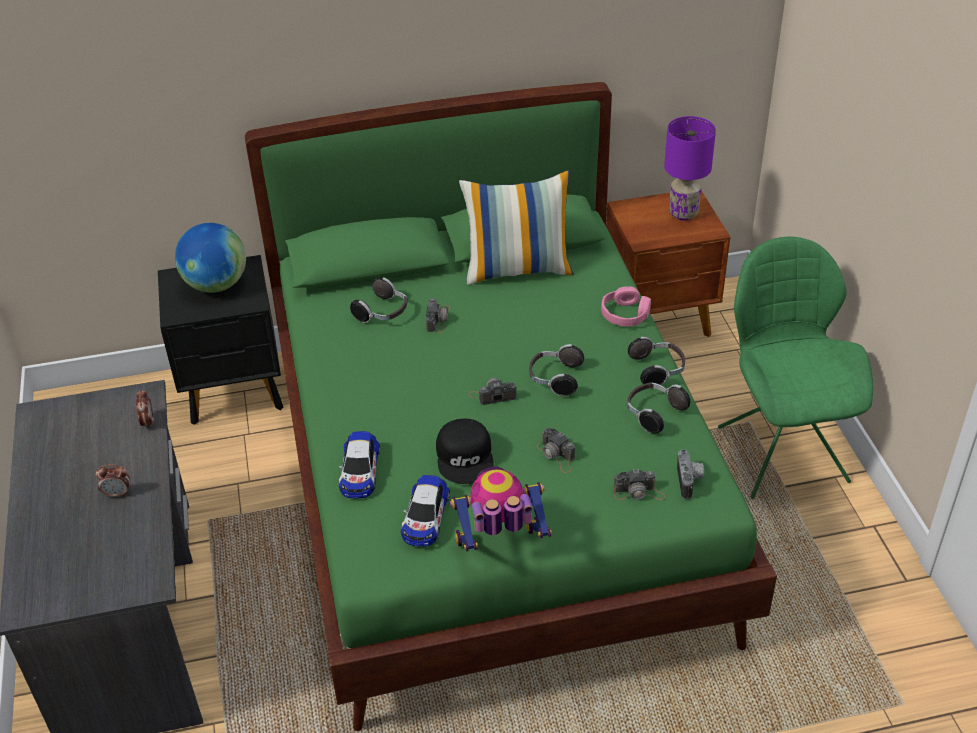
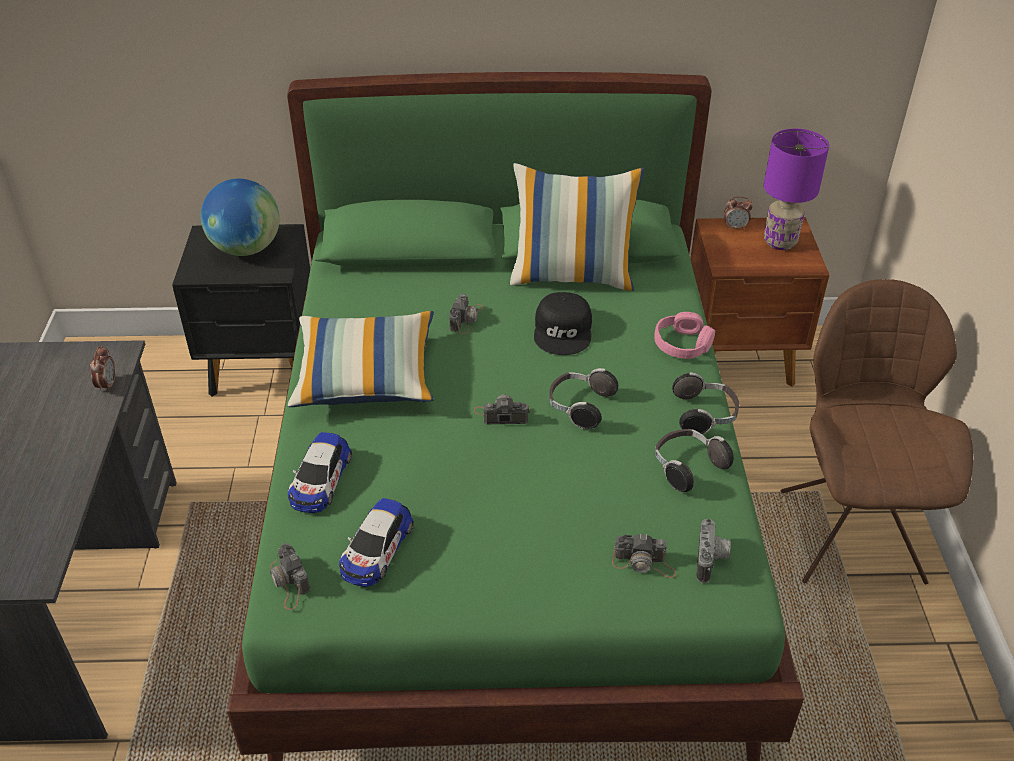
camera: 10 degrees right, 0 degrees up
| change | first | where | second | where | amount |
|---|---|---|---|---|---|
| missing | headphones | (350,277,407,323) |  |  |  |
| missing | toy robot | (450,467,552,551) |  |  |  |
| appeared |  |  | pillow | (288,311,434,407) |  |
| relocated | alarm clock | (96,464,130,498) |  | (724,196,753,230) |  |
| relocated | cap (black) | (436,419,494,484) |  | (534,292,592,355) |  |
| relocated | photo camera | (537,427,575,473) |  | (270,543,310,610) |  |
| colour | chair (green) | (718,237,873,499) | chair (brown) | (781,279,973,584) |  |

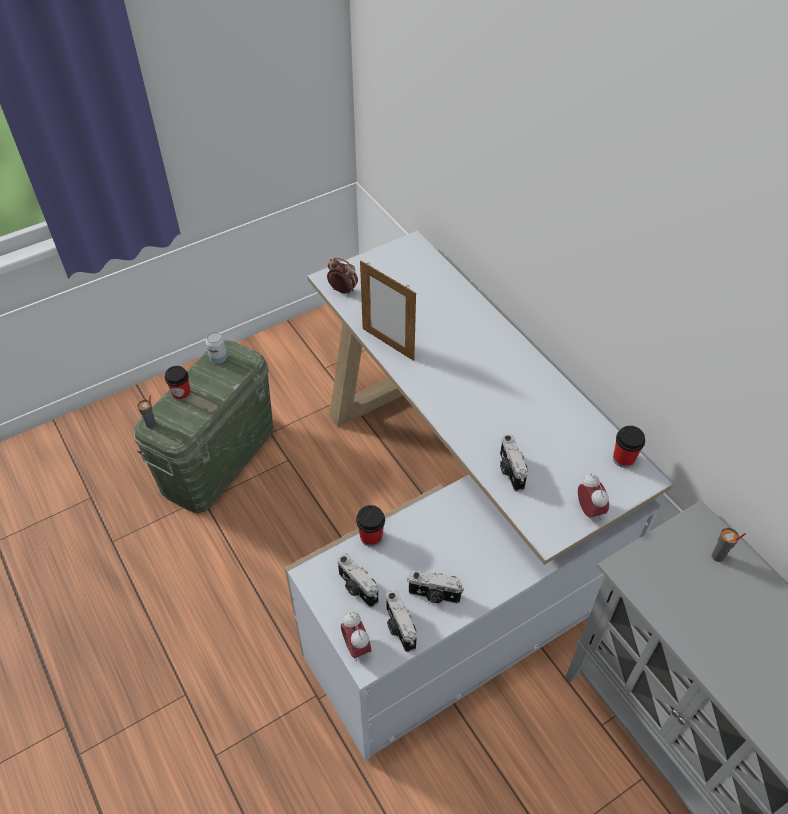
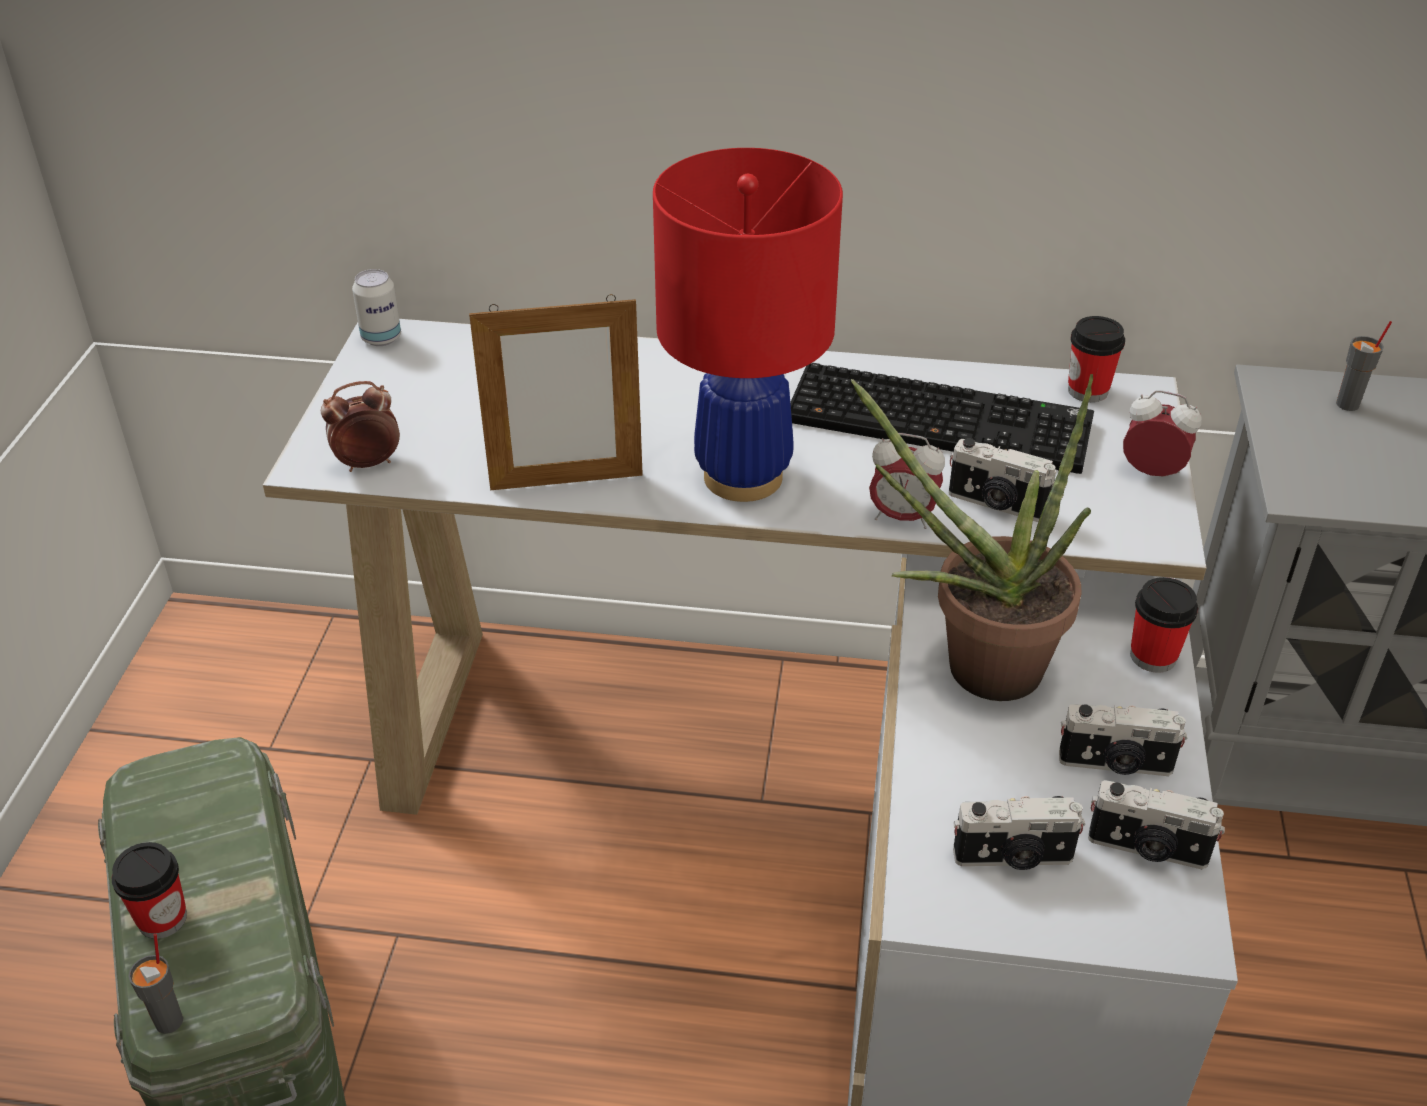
camera: 50 degrees left, 10 degrees down
| change | first | where | second | where | amount |
|---|---|---|---|---|---|
| appeared |  |  | table lamp (red) | (653,148,843,502) |  |
| appeared |  |  | keyboard | (790,363,1094,474) |  |
| appeared |  |  | potted plant | (851,374,1093,701) |  |
| relocated | can | (205,332,227,363) |  | (352,269,401,346) |  |
| relocated | alarm clock | (341,612,371,662) |  | (869,433,945,529) |  |
| relocated | cup | (356,505,385,547) |  | (1130,577,1198,673) |  |
| spun | photo camera | (407,570,464,604) |  | (1059,704,1187,776) | 45 degrees clockwise |

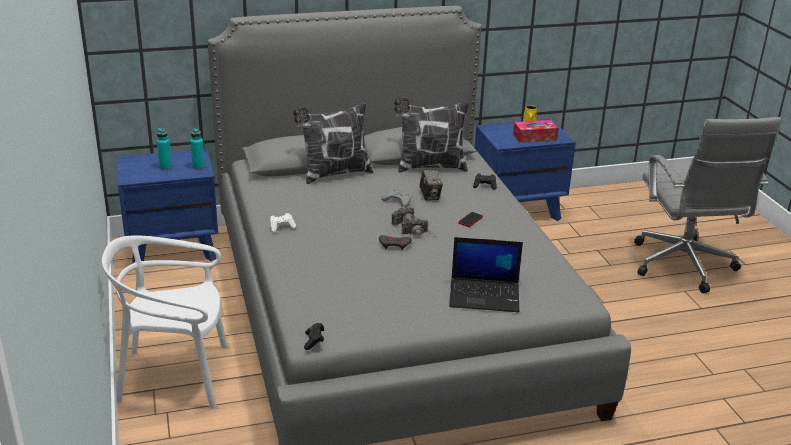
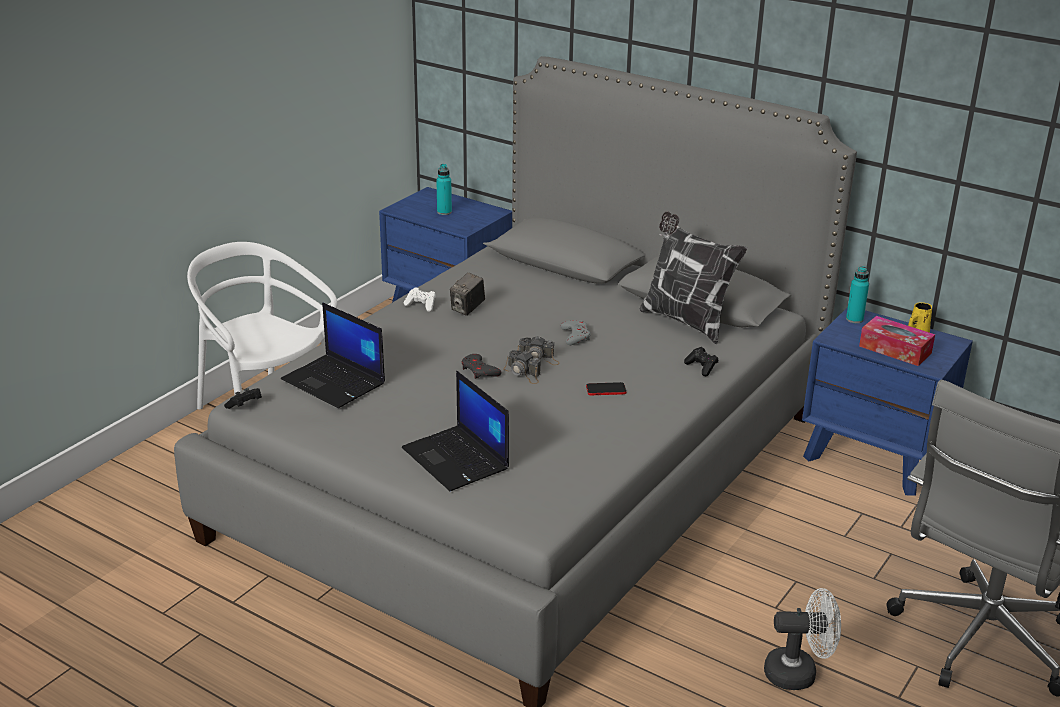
camera: 50 degrees right, 0 degrees up
| change | first | where | second | where | amount |
|---|---|---|---|---|---|
| missing | pillow | (293,103,373,184) |  |  |  |
| appeared |  |  | laptop | (281,303,385,408) |  |
| appeared |  |  | fan (white) | (764,588,841,690) |  |
| relocated | bottle (turquoise) | (190,128,205,170) |  | (846,266,869,323) |  |
| relocated | photo camera | (419,170,443,200) |  | (450,272,485,316) |  |

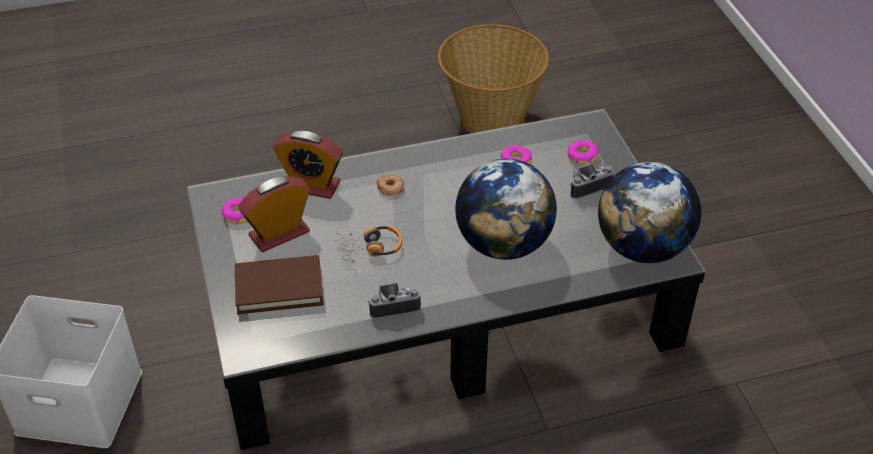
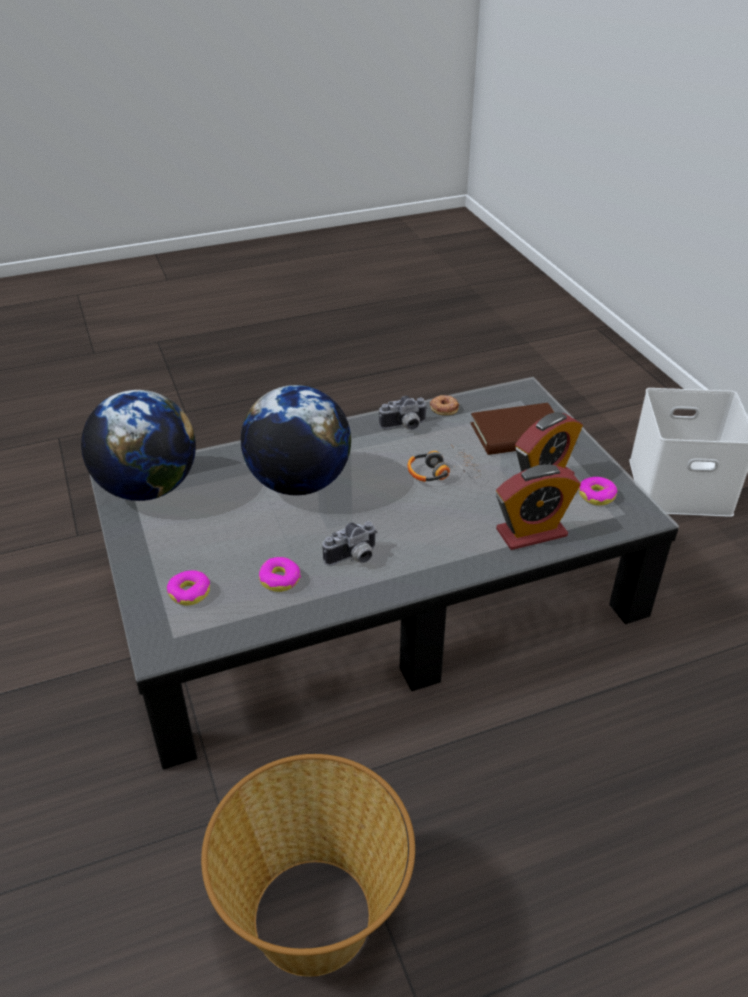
camera: 175 degrees right, 5 degrees down
| change | first | where | second | where | amount |
|---|---|---|---|---|---|
| relocated | donut | (377,174,405,196) |  | (430,395,459,415) |  |
| relocated | photo camera | (570,164,614,199) |  | (322,521,377,566) |  |
| spun | alarm clock | (273,131,343,199) |  | (496,464,581,550) | 150 degrees clockwise |

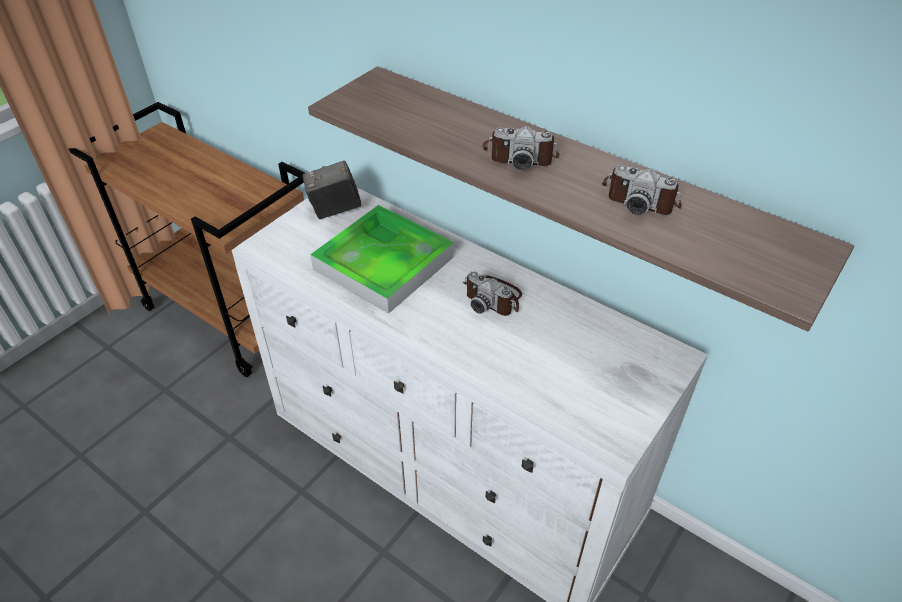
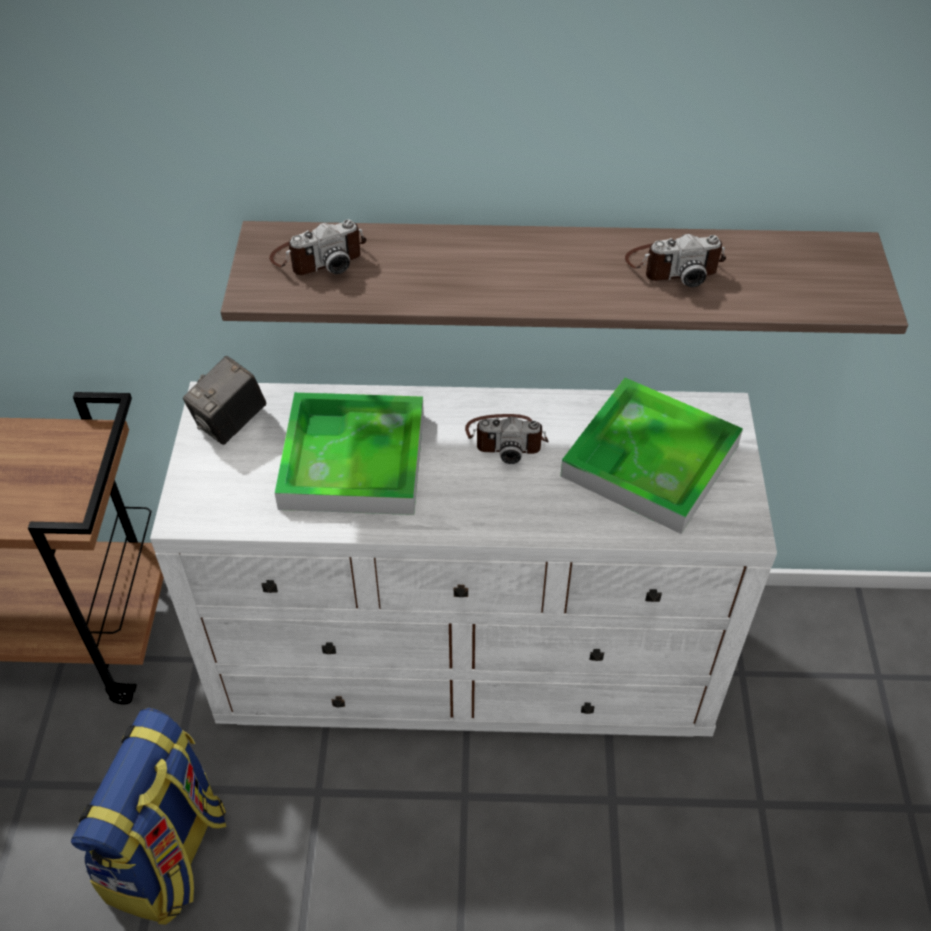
camera: 35 degrees left, 5 degrees up
| change | first | where | second | where | amount |
|---|---|---|---|---|---|
| appeared |  |  | backpack | (71,708,227,925) |  |
| appeared |  |  | tray | (560,378,743,534) |  |
| relocated | photo camera | (482,126,560,170) |  | (269,219,366,275) |  |

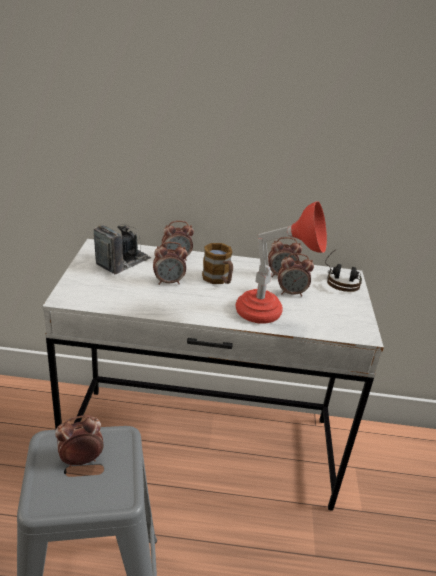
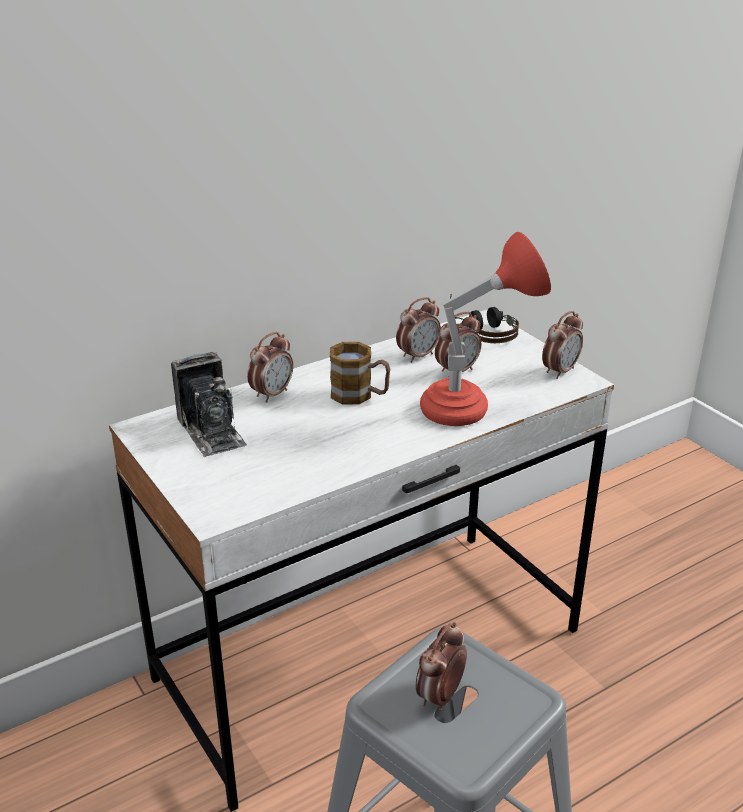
camera: 35 degrees left, 0 degrees up
| change | first | where | second | where | amount |
|---|---|---|---|---|---|
| relocated | alarm clock | (153,242,187,285) |  | (542,311,583,379) |  |
| spun | photo camera | (94,224,151,275) |  | (171,352,247,458) | 150 degrees clockwise |

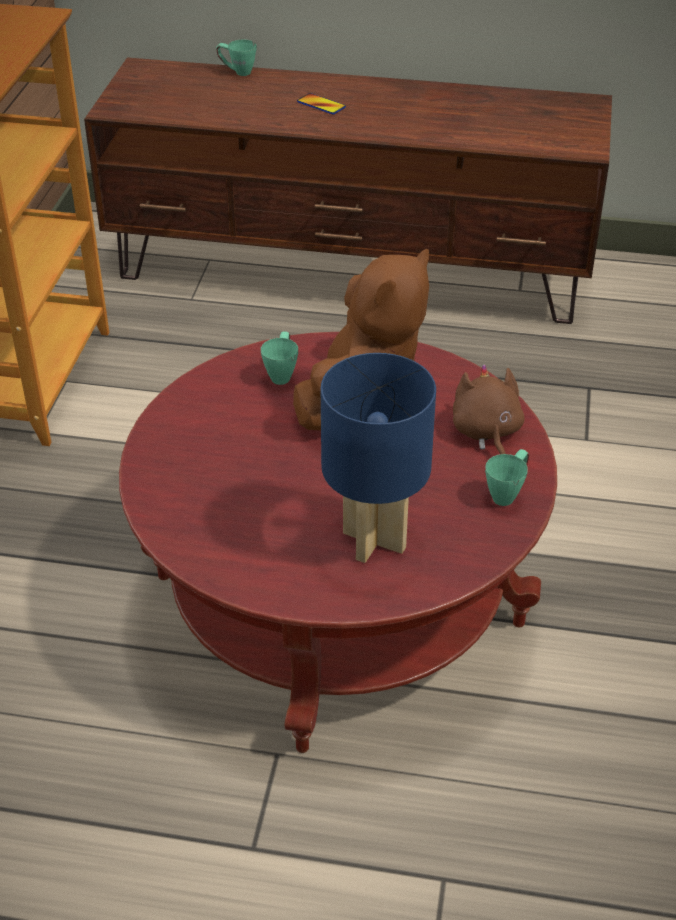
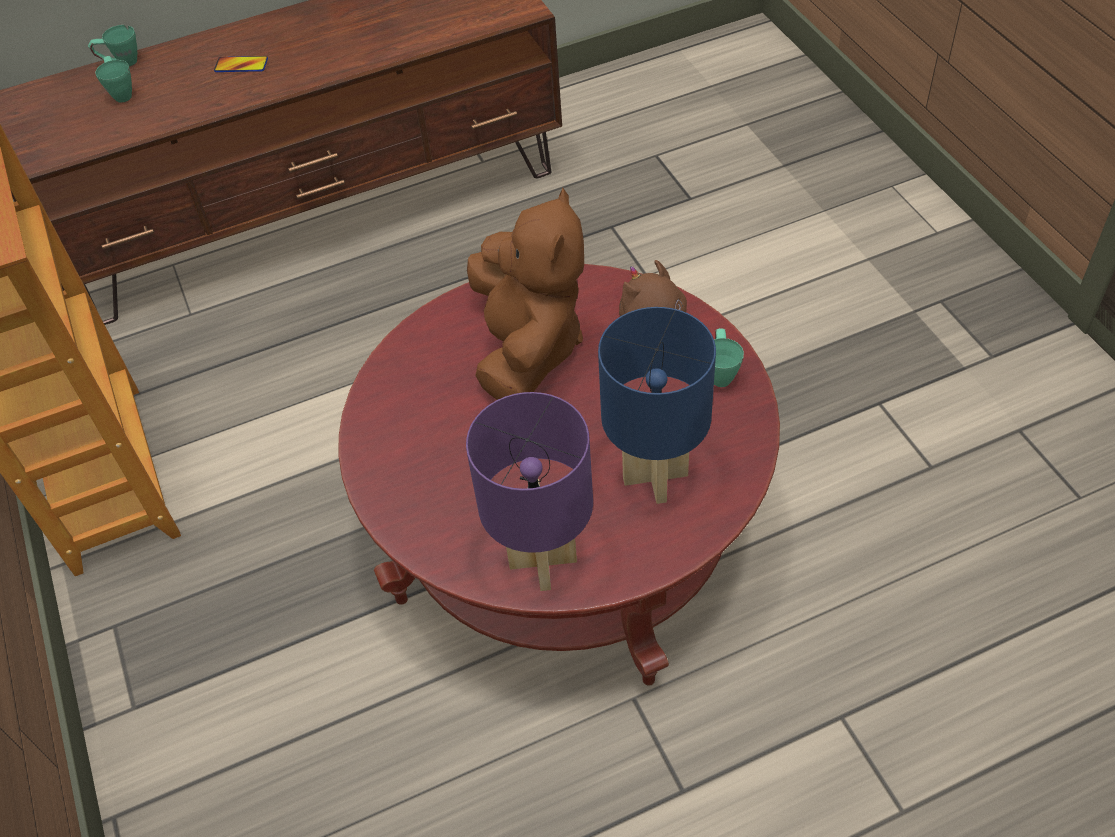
camera: 30 degrees left, 10 degrees up
| change | first | where | second | where | amount |
|---|---|---|---|---|---|
| appeared |  |  | table lamp (purple) | (466,392,593,591) |  |
| relocated | mug (green) | (261,331,298,385) |  | (95,56,132,103) |  |

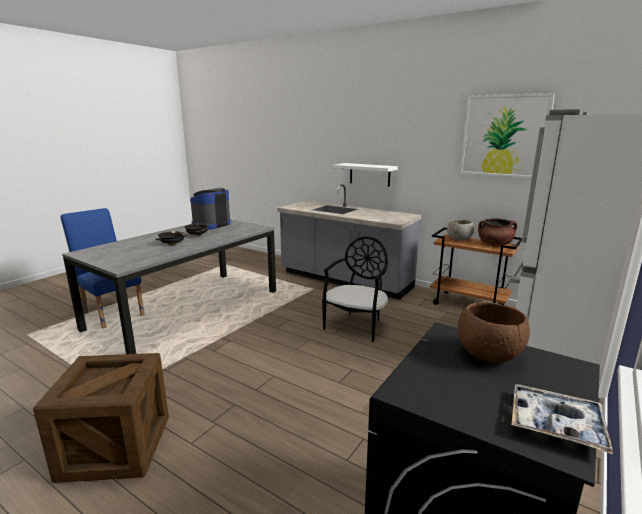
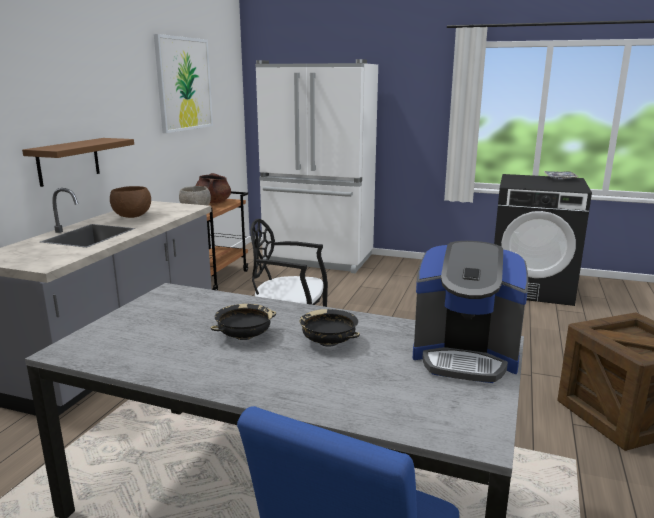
camera: 105 degrees left, 0 degrees up
| change | first | where | second | where | amount |
|---|---|---|---|---|---|
| relocated | coffee machine | (190,188,231,230) |  | (413,241,528,383) |  |
| relocated | bowl (brown) | (458,302,530,363) |  | (110,186,151,218) |  |
| colour | shelf (white) | (333,163,398,187) | shelf (brown) | (22,138,134,187) |  |

